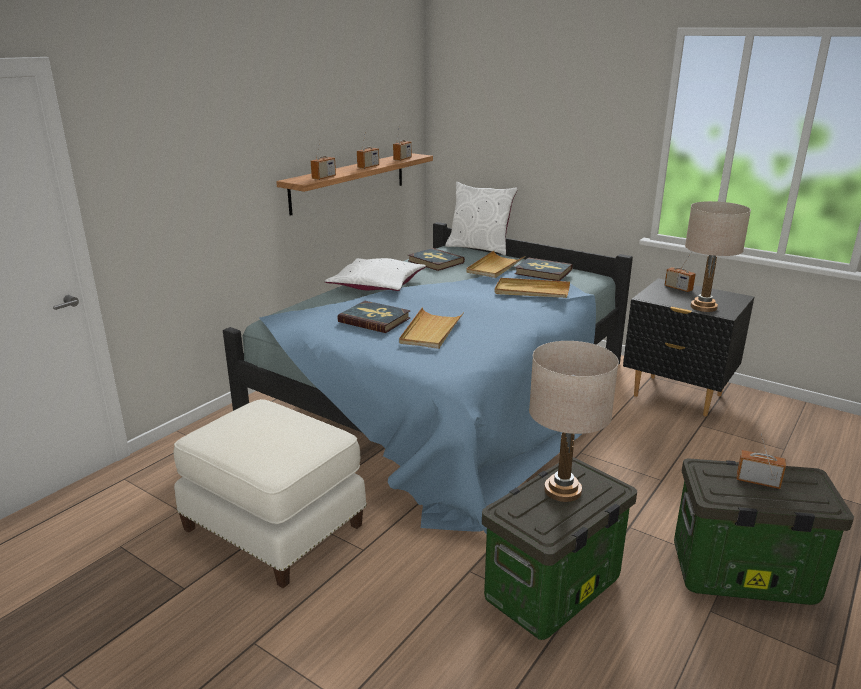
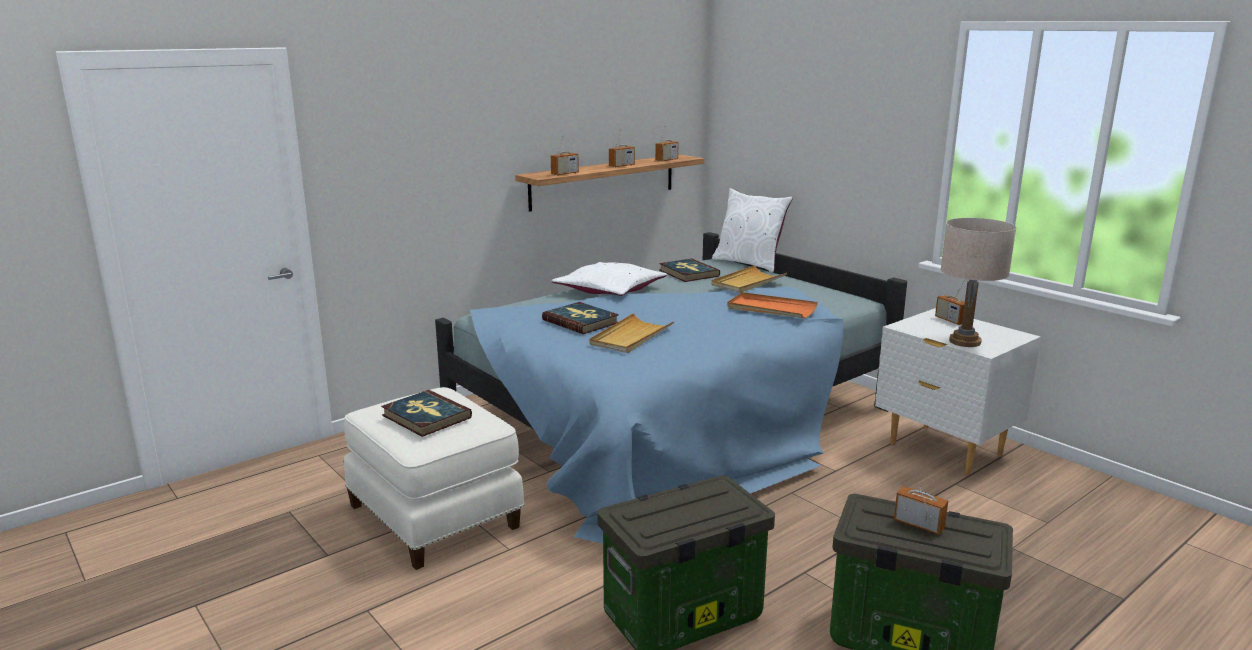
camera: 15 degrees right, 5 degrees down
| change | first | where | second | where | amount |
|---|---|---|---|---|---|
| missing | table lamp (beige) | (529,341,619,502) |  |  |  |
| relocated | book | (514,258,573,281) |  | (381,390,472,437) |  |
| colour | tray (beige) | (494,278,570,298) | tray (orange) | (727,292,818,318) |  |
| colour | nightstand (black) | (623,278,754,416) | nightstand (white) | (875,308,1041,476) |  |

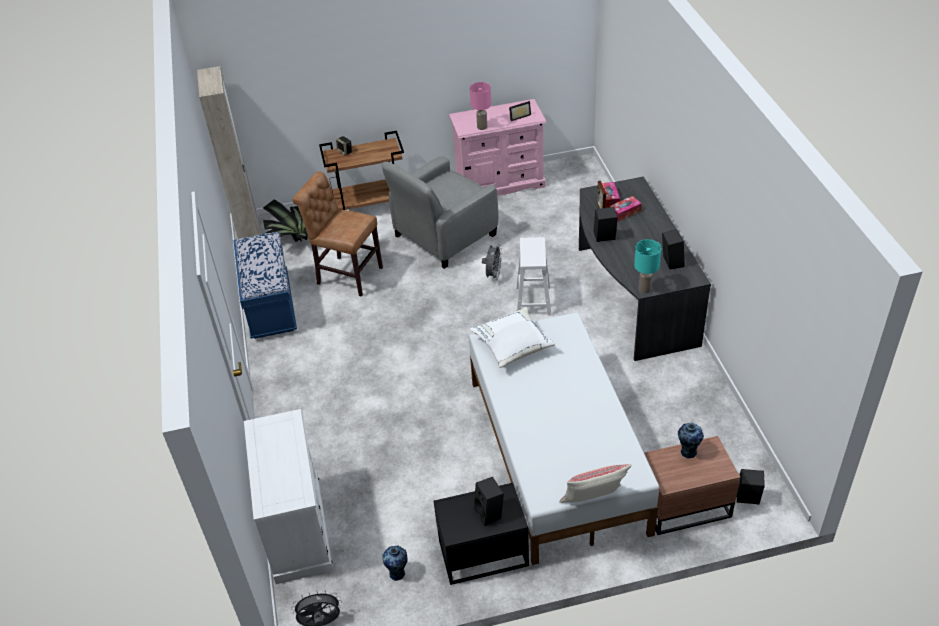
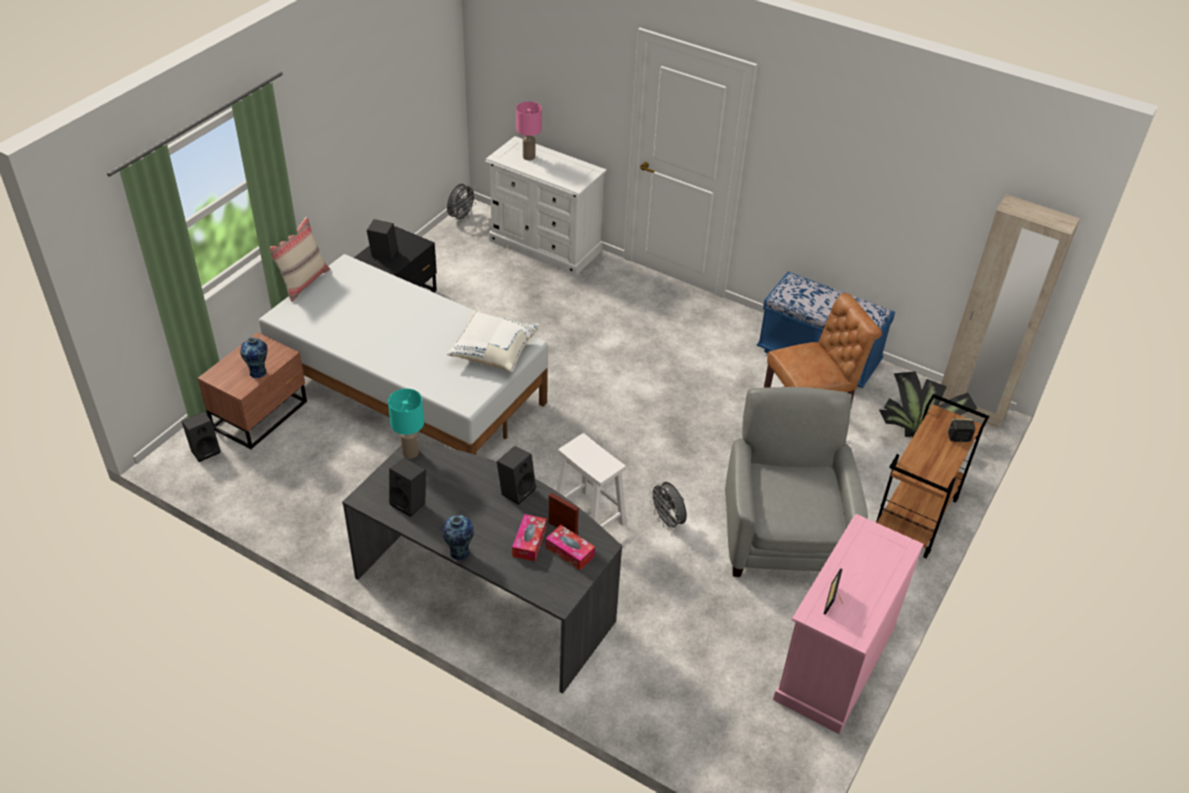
camera: 130 degrees right, 0 degrees up
| change | first | where | second | where | amount |
|---|---|---|---|---|---|
| relocated | vase | (383,545,408,581) |  | (442,515,474,560) |  |
| relocated | table lamp (pink) | (470,82,491,130) |  | (516,101,542,160) |  |

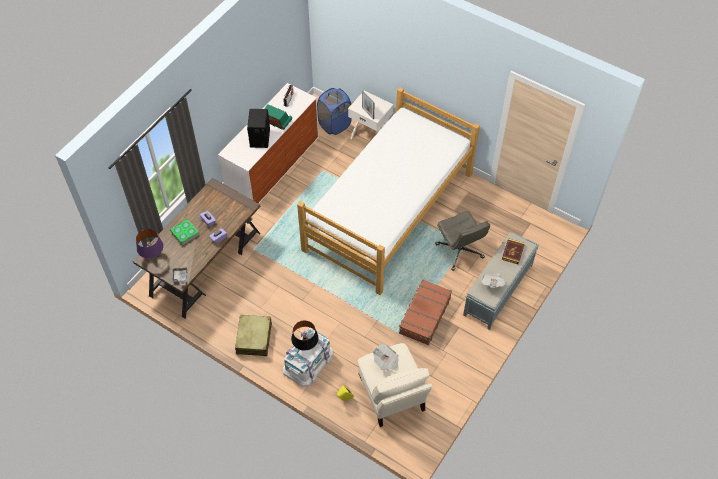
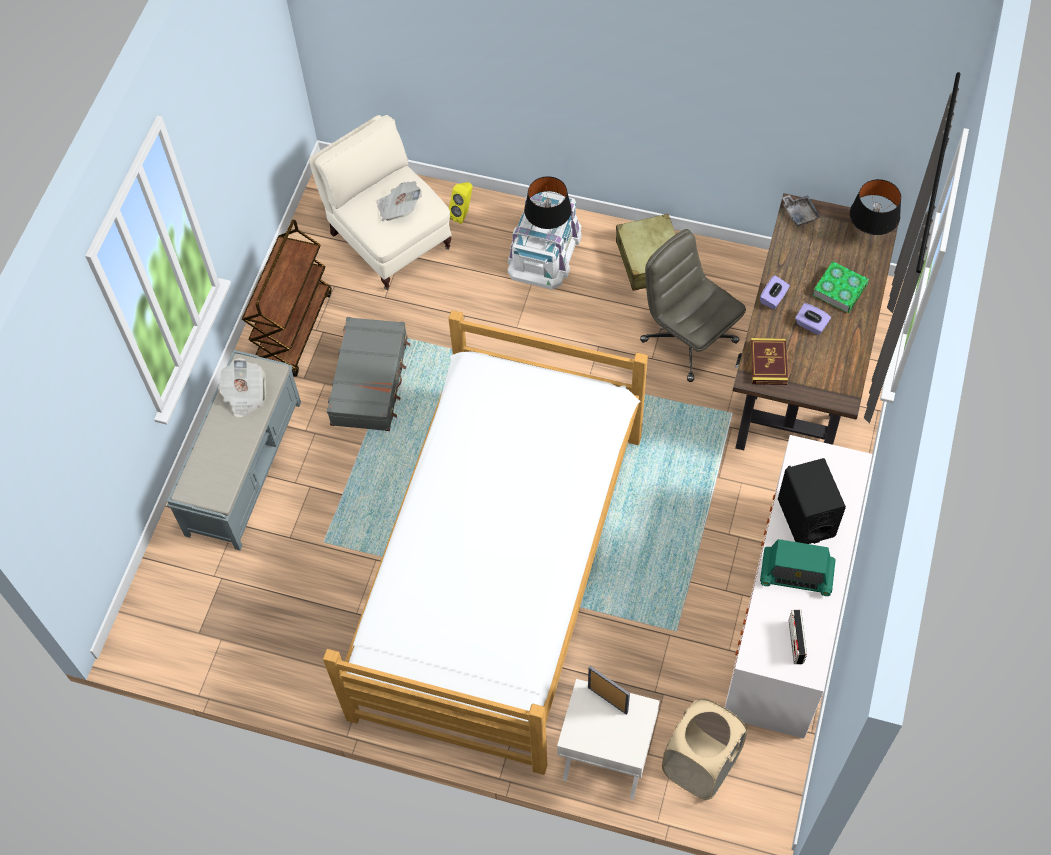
camera: 165 degrees right, 5 degrees up
| change | first | where | second | where | amount |
|---|---|---|---|---|---|
| appeared |  |  | cart (brown) | (242,220,332,377) |  |
| relocated | office chair (grey) | (435,211,490,271) |  | (640,229,746,382) |  |
| relocated | book | (502,238,525,264) |  | (750,338,788,385) |  |
| colour | table lamp (purple) | (136,229,163,258) | table lamp (black) | (850,179,901,235) |  |
| colour | laundry basket (blue) | (317,88,352,135) | laundry basket (beige) | (662,698,748,800) |  |
| colour | suitcase (brown) | (399,279,452,345) | suitcase (grey) | (327,317,410,431) |  |

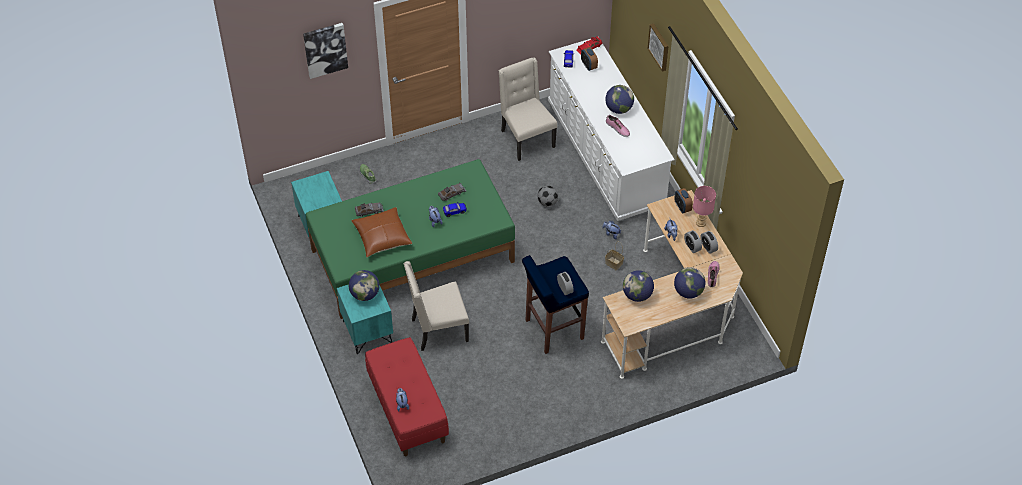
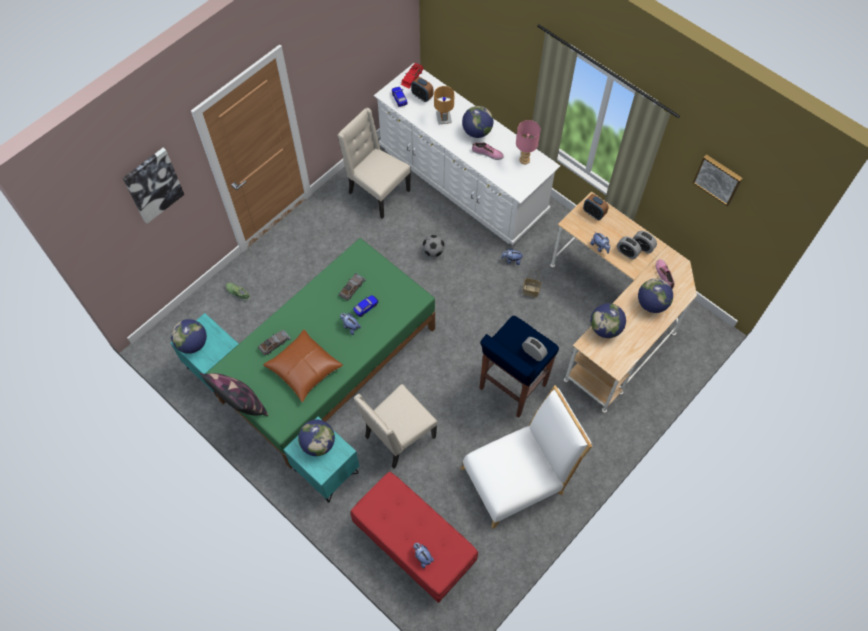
camera: 25 degrees left, 10 degrees up
| change | first | where | second | where | amount |
|---|---|---|---|---|---|
| appeared |  |  | globe | (171,319,207,354) |  |
| appeared |  |  | pillow | (200,373,268,416) |  |
| appeared |  |  | table lamp (brown) | (434,86,455,125) |  |
| appeared |  |  | chair (white) | (461,385,592,529) |  |
| relocated | picture | (648,23,669,72) |  | (693,154,743,206) |  |
| relocated | table lamp (pink) | (693,186,716,227) |  | (516,120,541,164) |  |

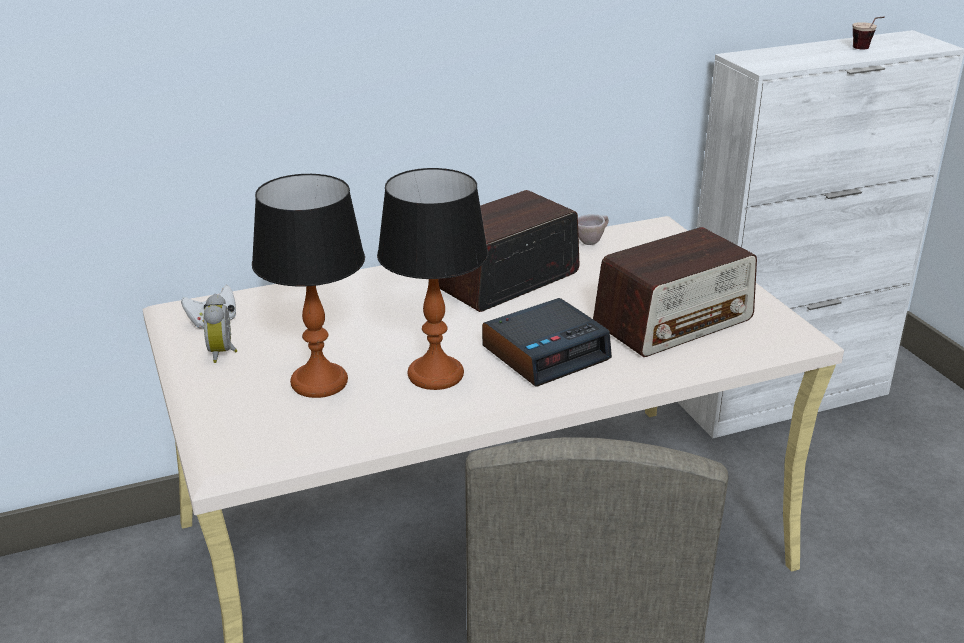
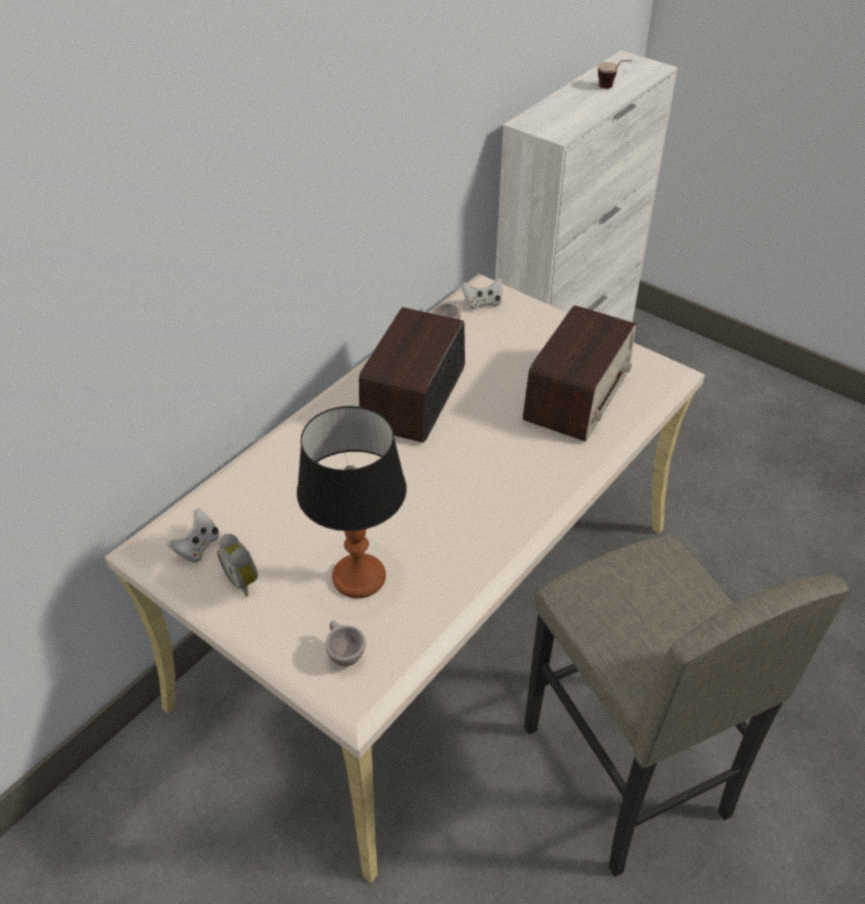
camera: 30 degrees left, 15 degrees up
| change | first | where | second | where | amount |
|---|---|---|---|---|---|
| missing | table lamp | (377,168,488,390) |  |  |  |
| missing | alarm clock | (482,298,612,387) |  |  |  |
| appeared |  |  | cup (beige) | (326,621,366,667) |  |
| appeared |  |  | game controller (white) | (462,278,503,309) |  |

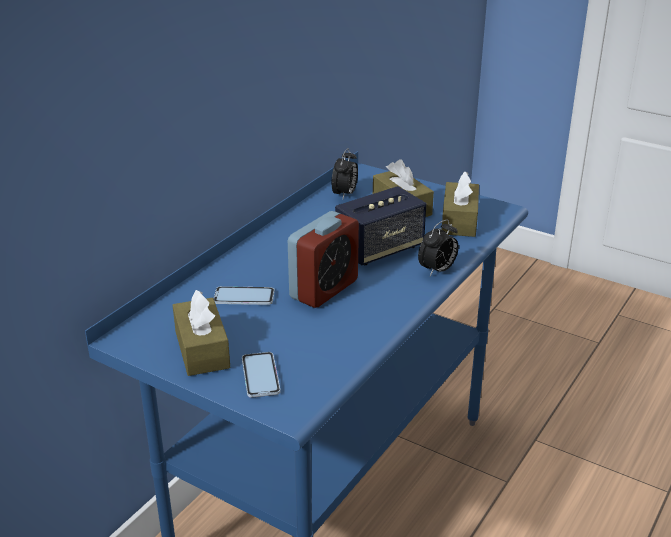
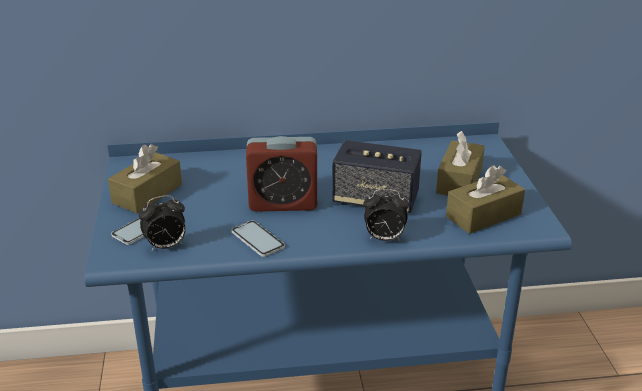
camera: 50 degrees right, 0 degrees up
| change | first | where | second | where | amount |
|---|---|---|---|---|---|
| relocated | phone | (214,286,274,305) |  | (231,220,285,257) |  |
| relocated | alarm clock | (332,148,358,199) |  | (139,195,185,251) |  |

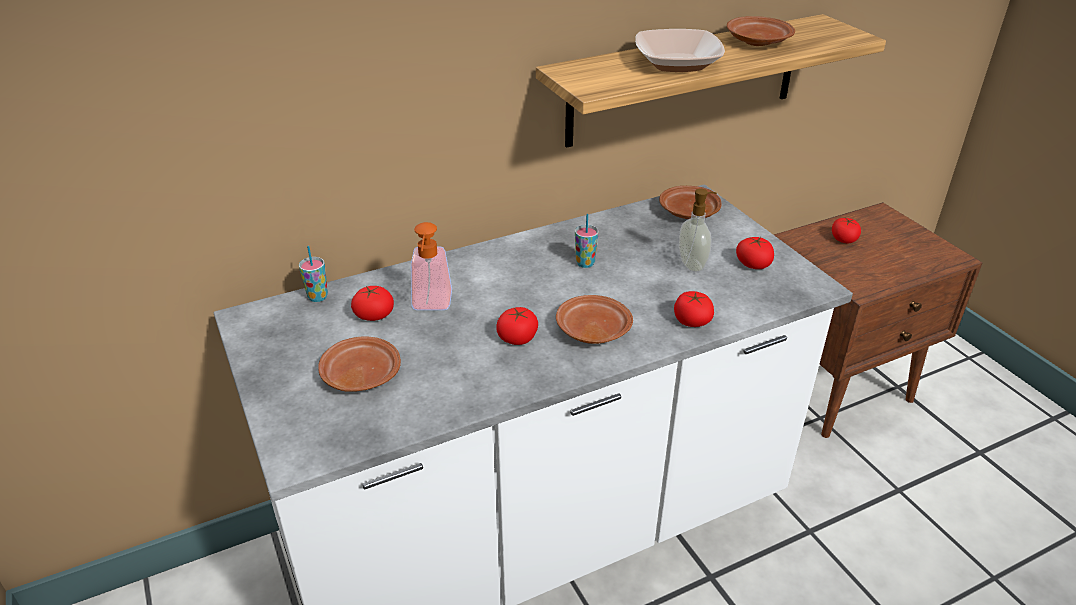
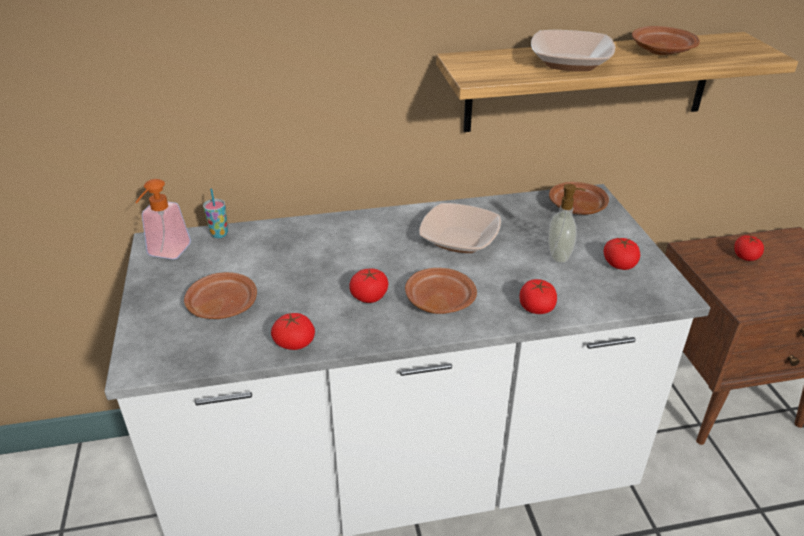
camera: 15 degrees right, 0 degrees up
| change | first | where | second | where | amount |
|---|---|---|---|---|---|
| relocated | tomato | (351,286,394,321) |  | (271,312,315,350) |  |
| relocated | soap dispenser | (411,222,452,310) |  | (135,179,191,259) |  |
| exchanged | cup | (575,214,599,268) | bowl | (419,203,501,253) |  |

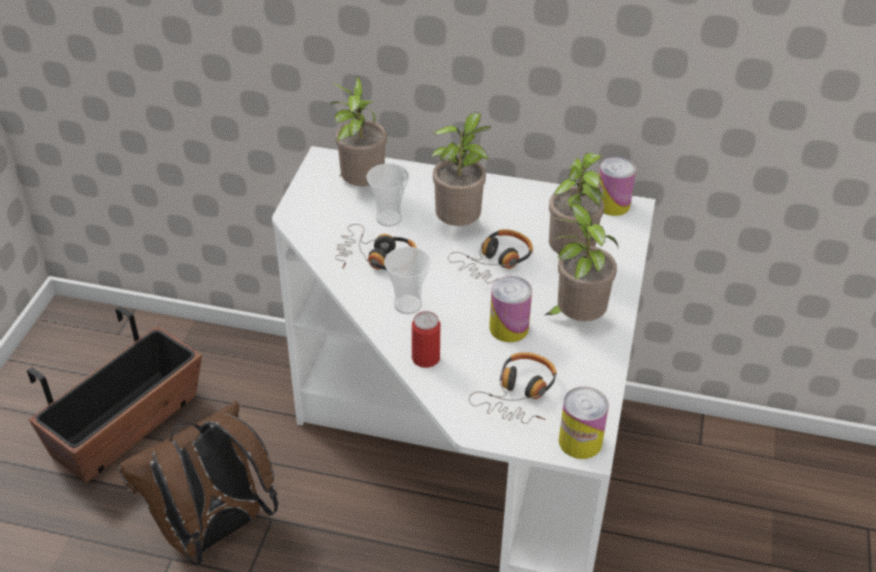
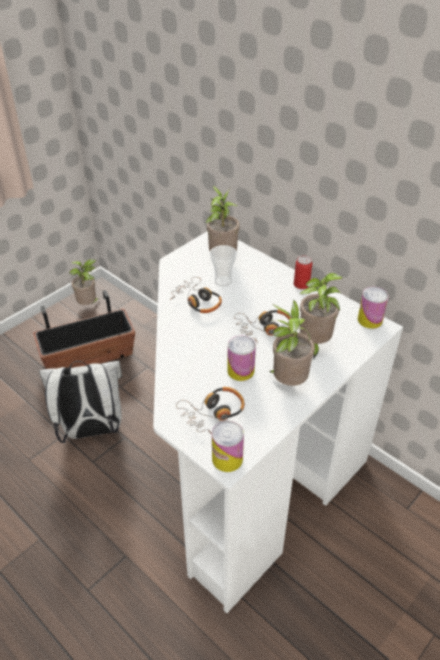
camera: 30 degrees right, 0 degrees up
| change | first | where | second | where | amount |
|---|---|---|---|---|---|
| missing | cup | (384,247,431,314) |  |  |  |
| relocated | can | (412,311,440,368) |  | (294,255,312,289) |  |
| relocated | potted plant | (432,112,492,226) |  | (69,259,100,305) |  |
| colour | backpack (brown) | (118,401,278,565) | backpack (white) | (39,361,122,443) |  |

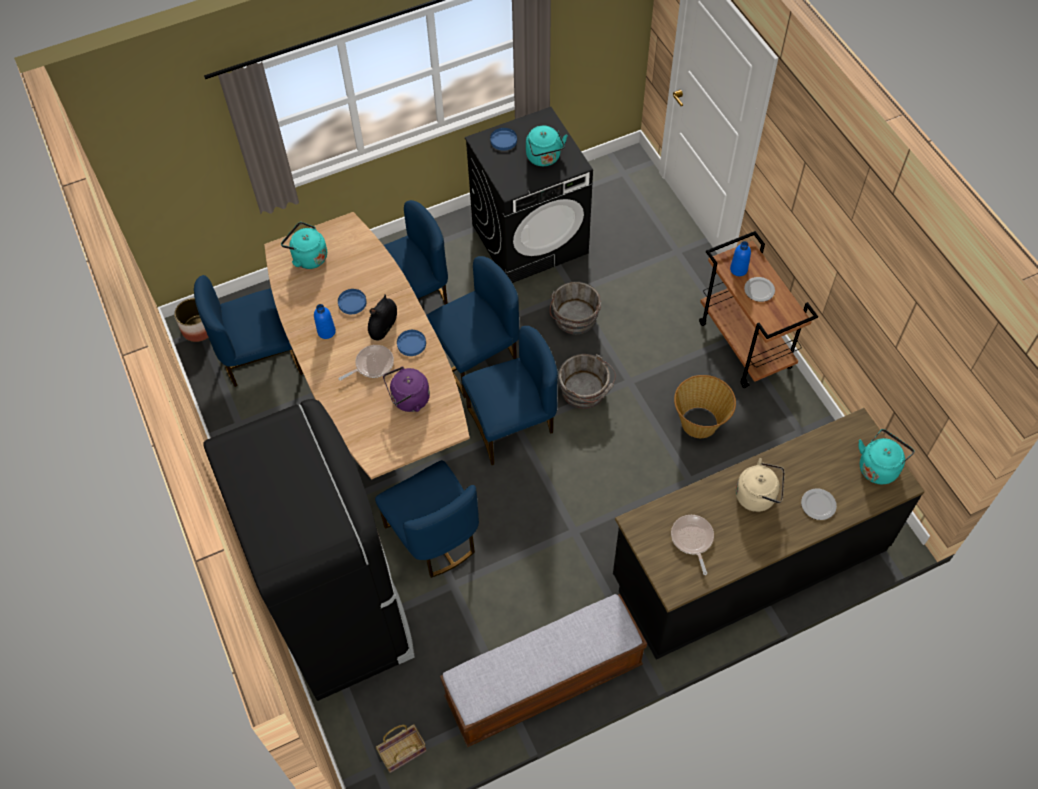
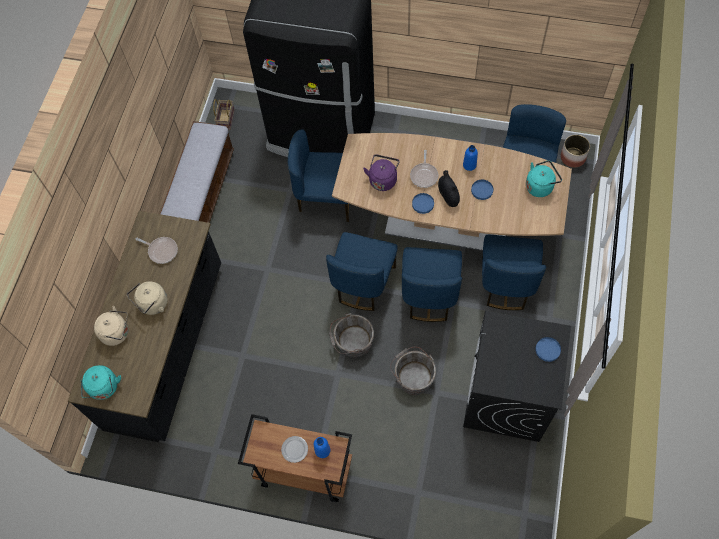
camera: 130 degrees right, 5 degrees up
| change | first | where | second | where | amount |
|---|---|---|---|---|---|
| missing | kettle (turquoise) | (526,125,568,166) |  |  |  |
| missing | basket | (674,375,736,438) |  |  |  |
| exchanged | plate | (801,488,837,520) | kettle (beige) | (94,306,128,346) |  |

